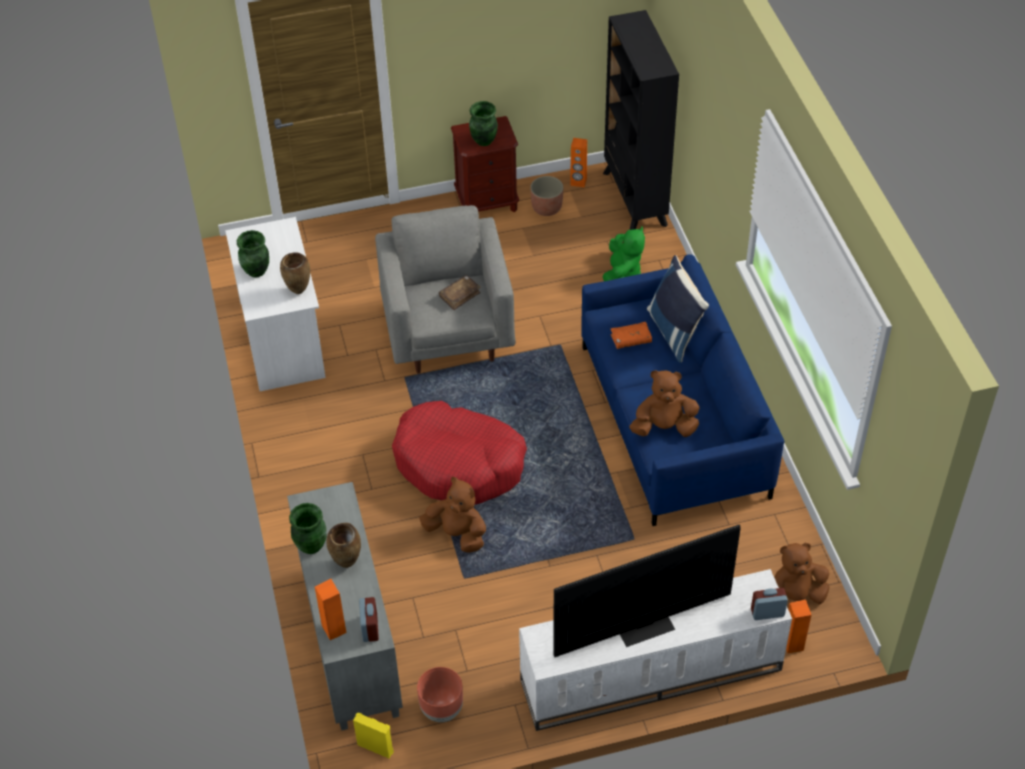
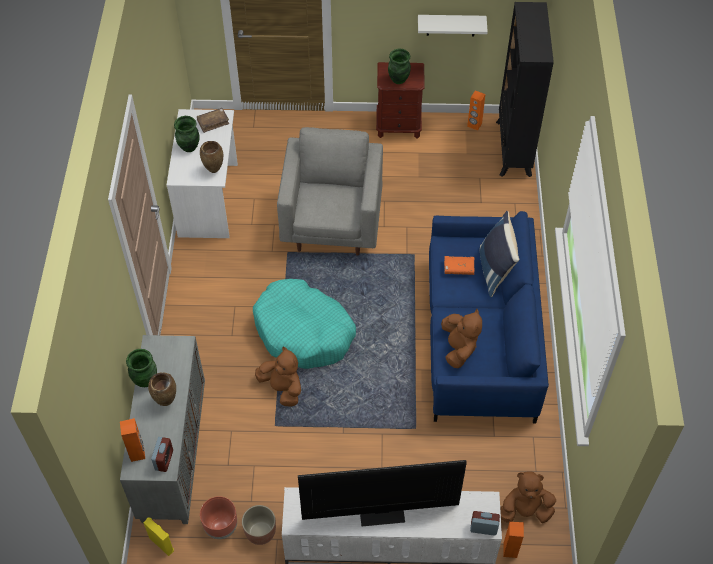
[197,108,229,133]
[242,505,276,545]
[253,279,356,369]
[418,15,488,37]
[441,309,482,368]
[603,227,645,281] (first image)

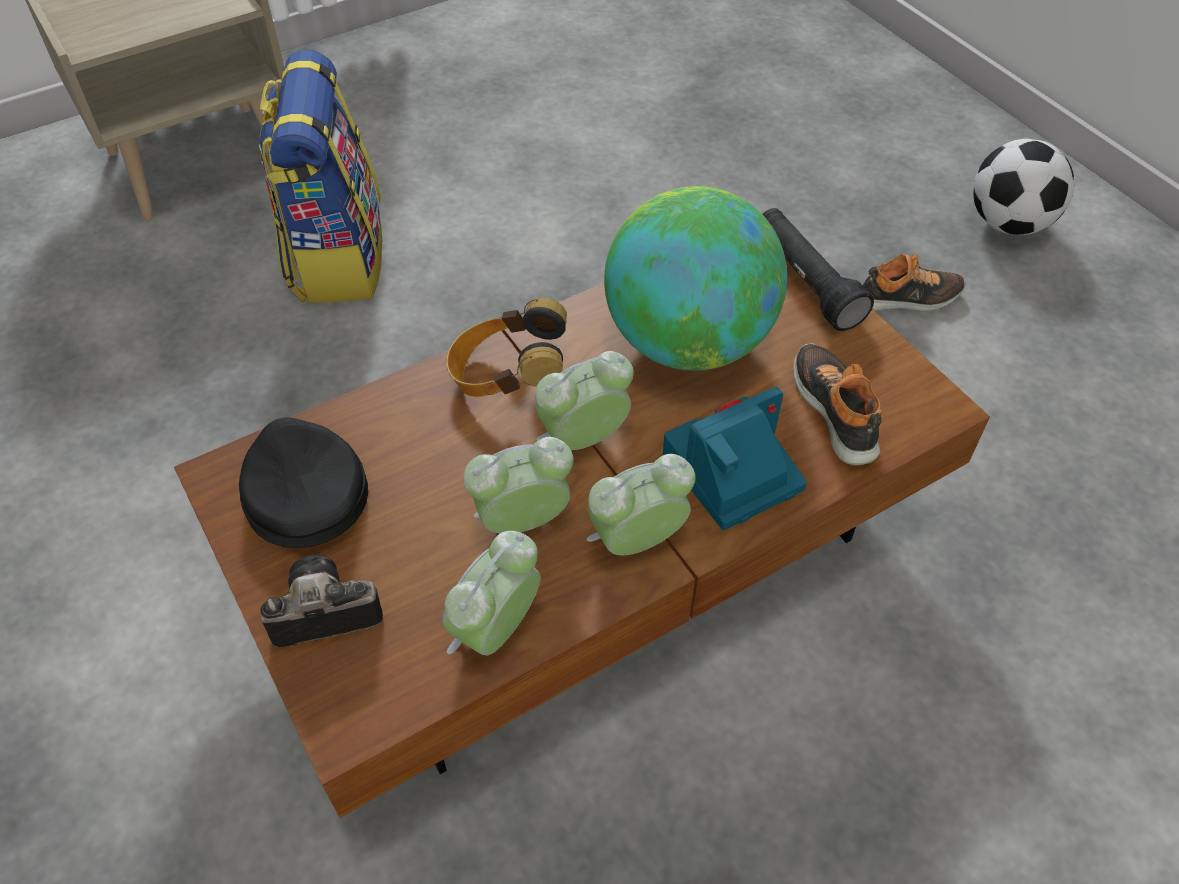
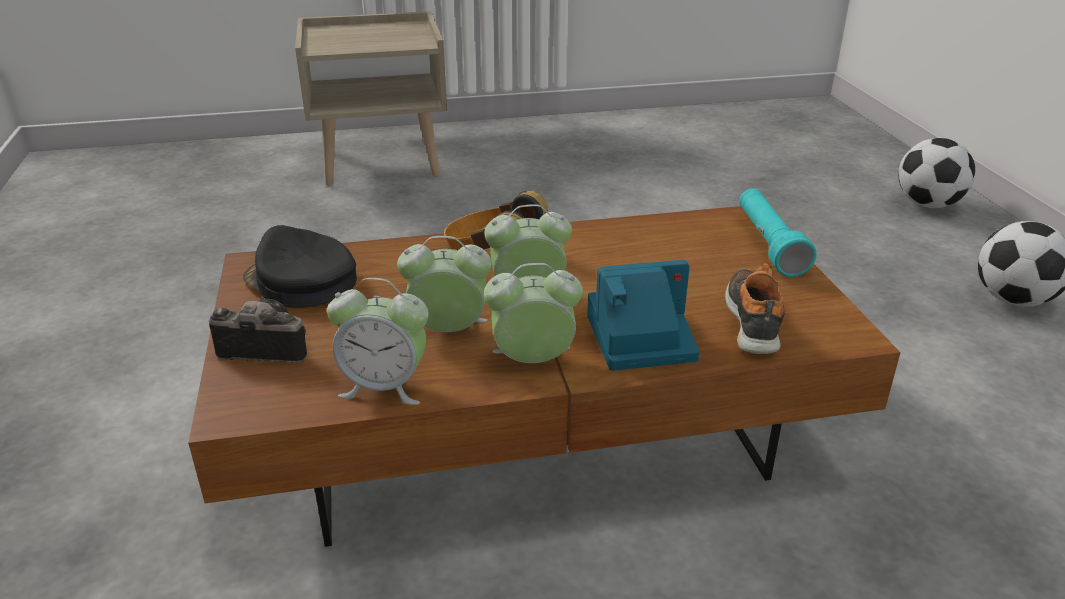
[243,225,357,308]
[327,278,429,405]
[739,188,817,277]
[898,138,975,208]
[259,50,382,303] (first image)
[604,186,787,371] (first image)
[863,254,966,311] (first image)

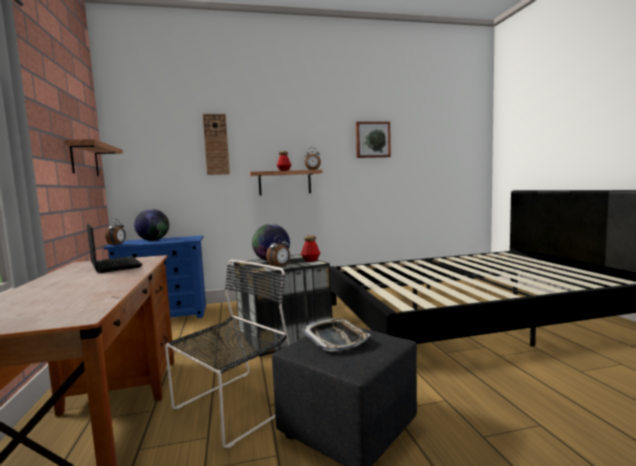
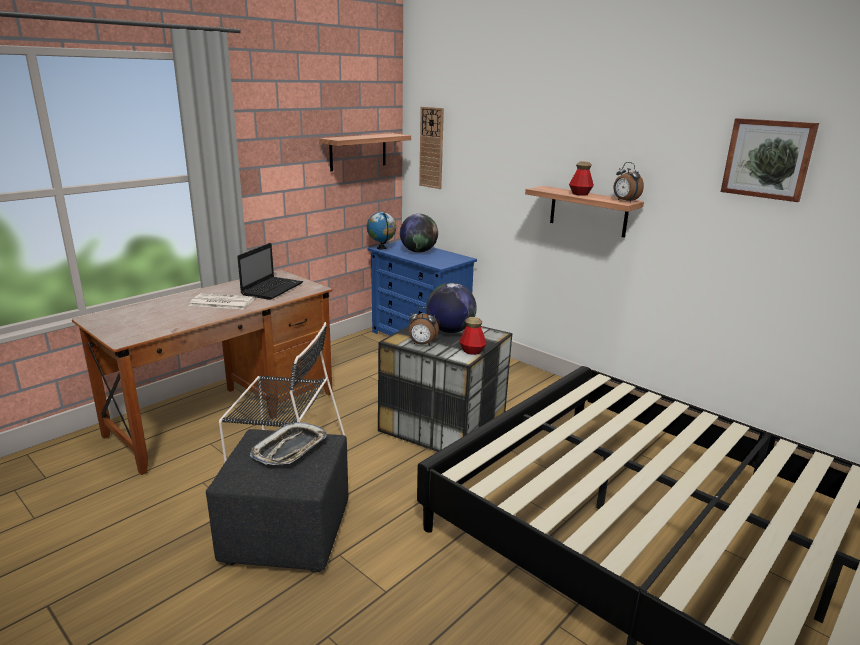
[189,293,255,309]
[367,212,396,249]
[419,107,444,189]

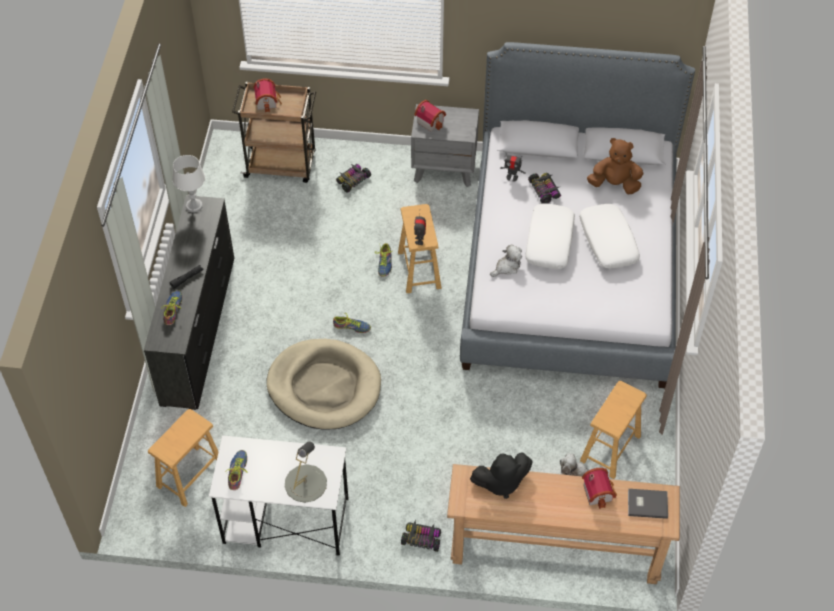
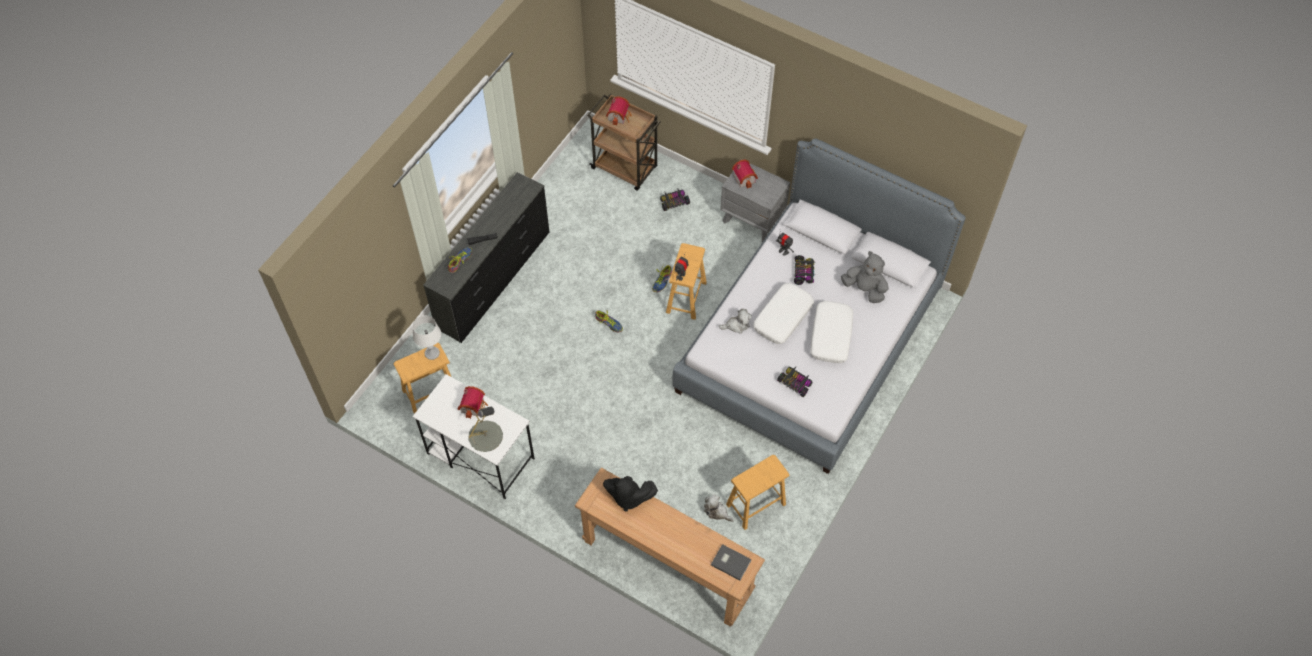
[412,315,441,360]
[458,386,488,419]
[777,367,812,397]
[841,251,888,303]
[226,450,248,490] (first image)
[266,339,381,430] (first image)

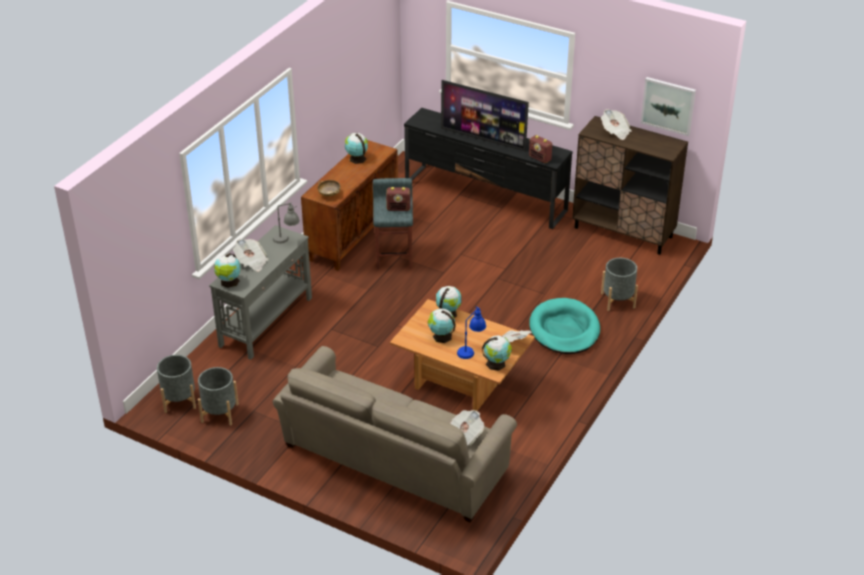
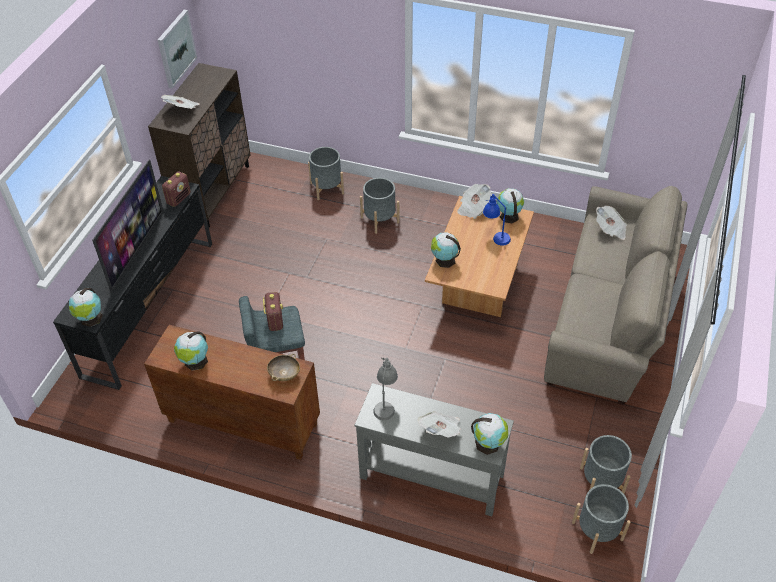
[69,288,103,327]
[360,178,399,234]

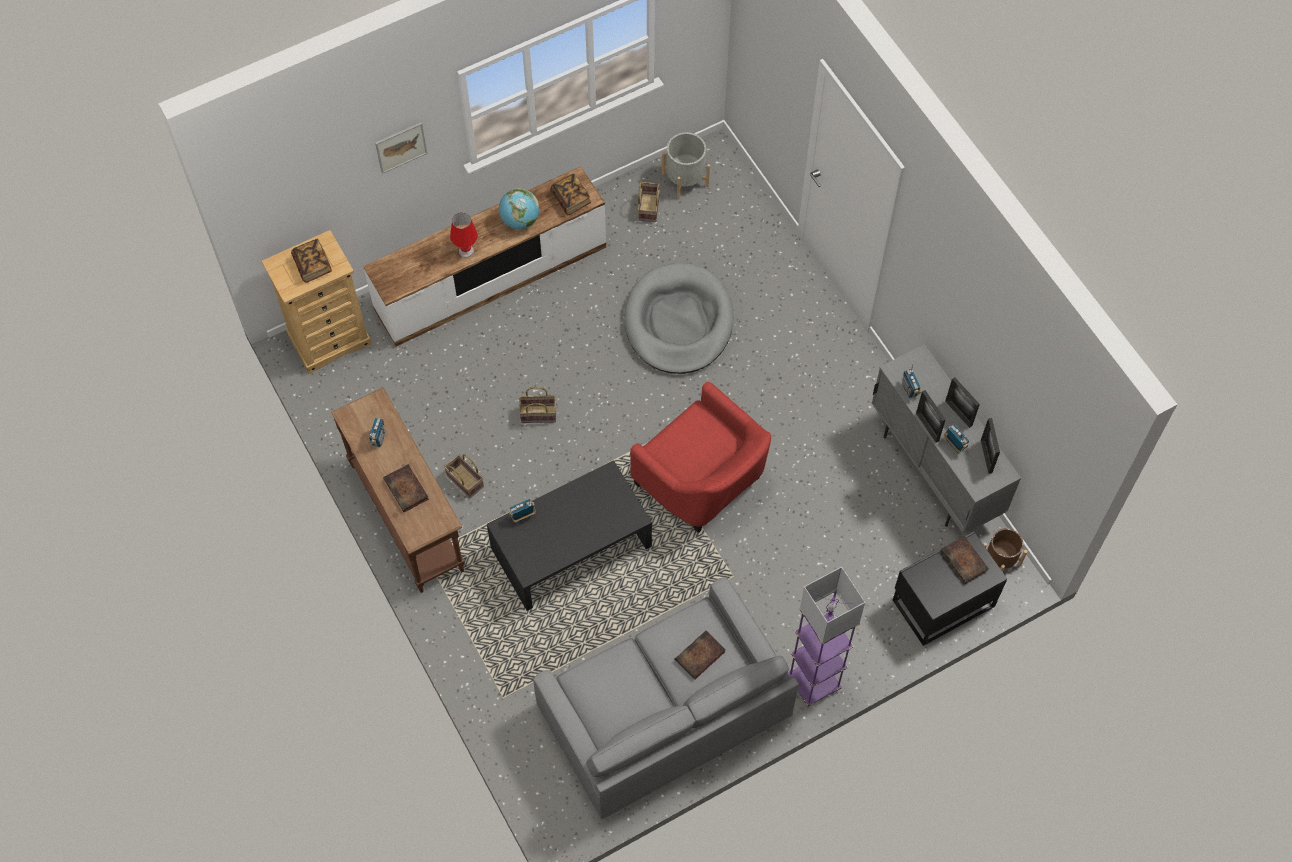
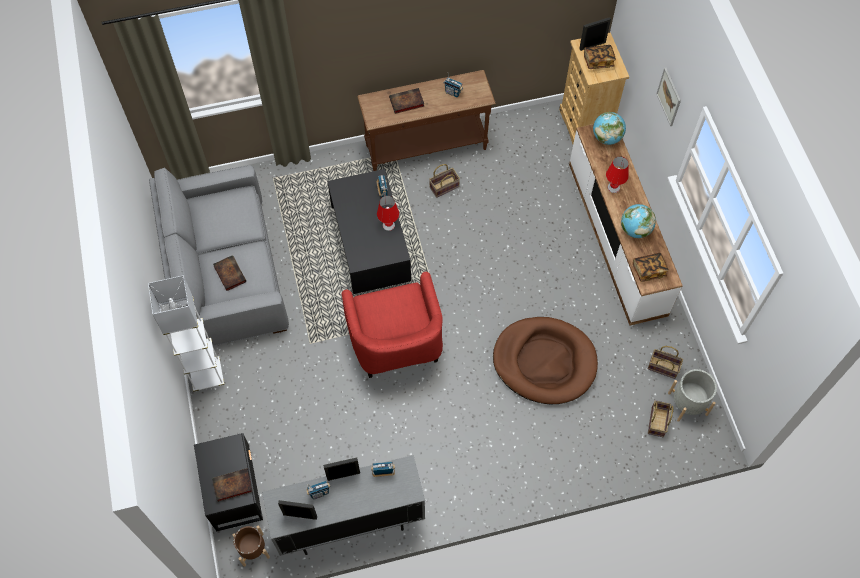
[148,275,224,392]
[342,272,443,378]
[377,196,399,231]
[493,317,598,404]
[579,17,611,51]
[593,112,626,145]
[648,400,673,437]

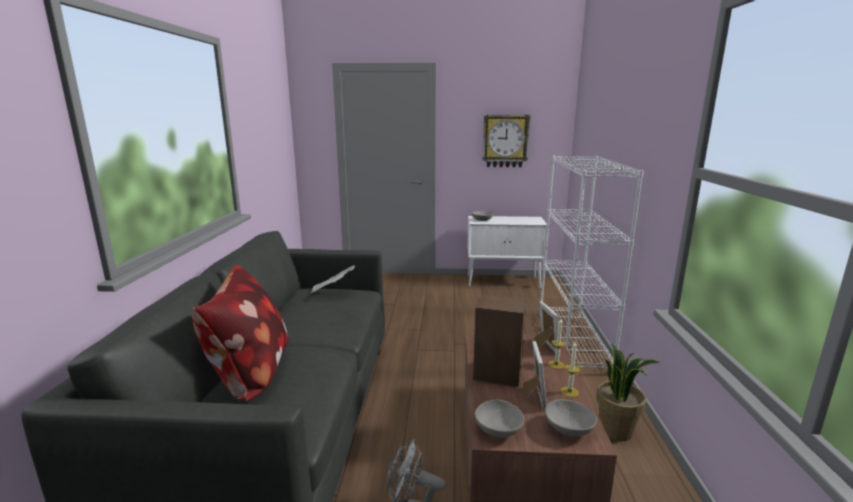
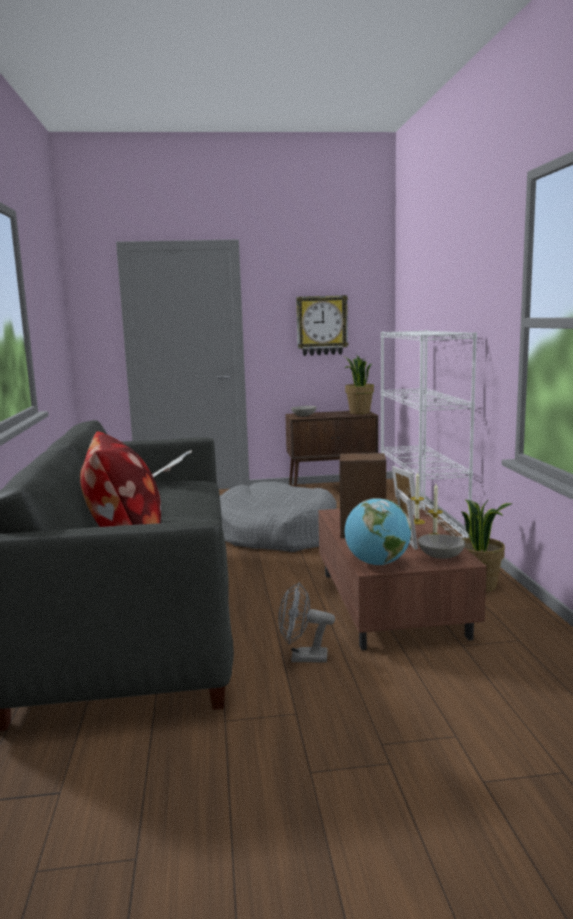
[220,481,337,552]
[285,411,378,487]
[344,355,374,414]
[345,498,411,565]

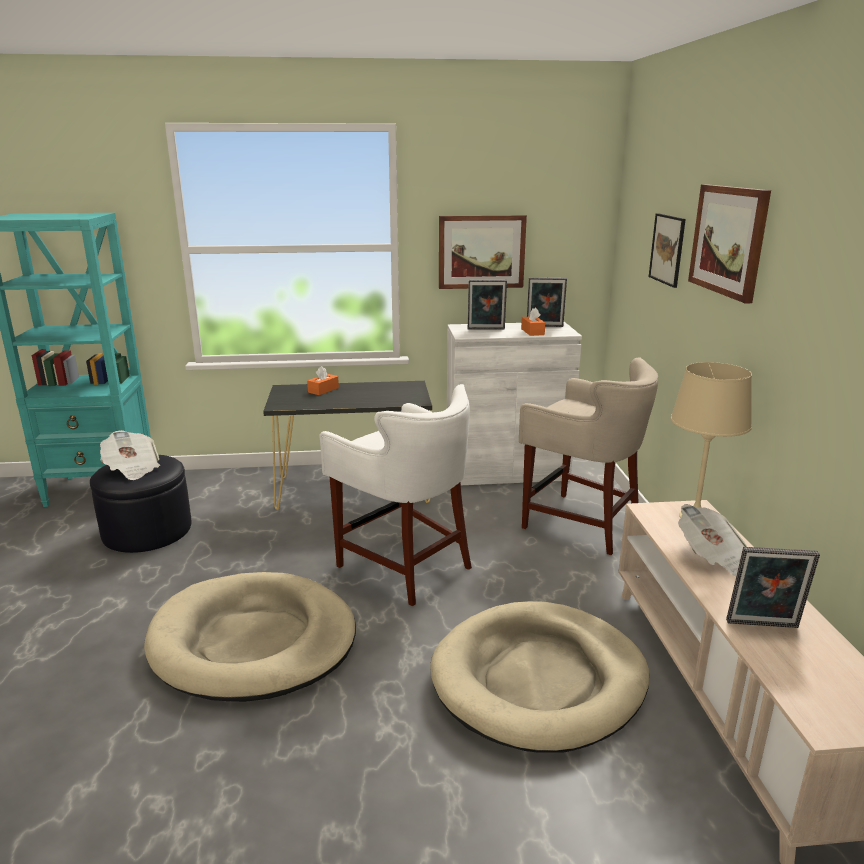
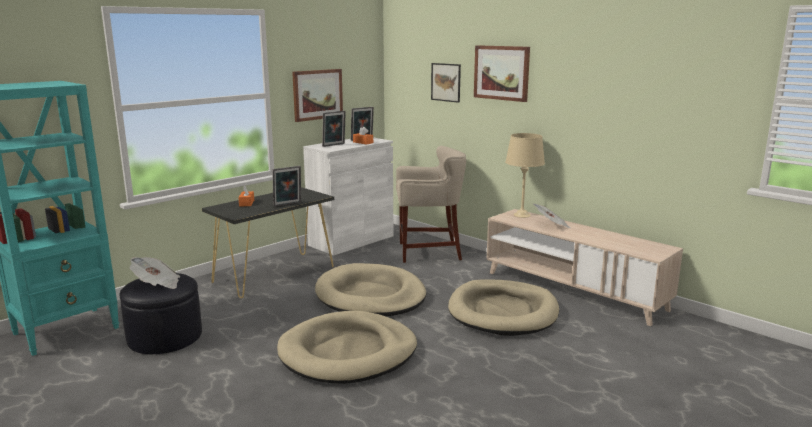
[272,166,301,207]
[315,263,426,316]

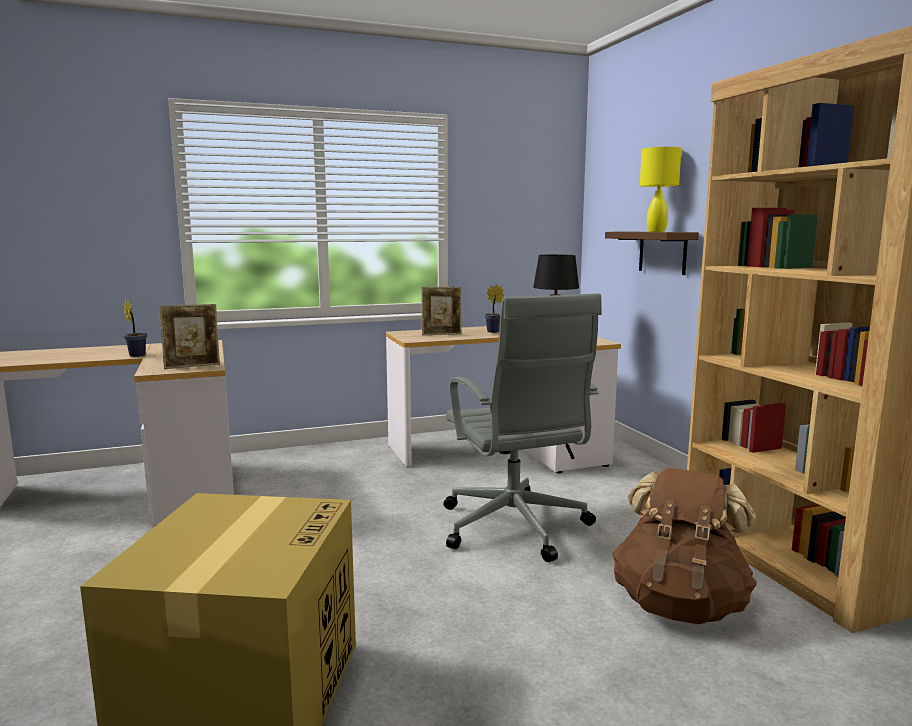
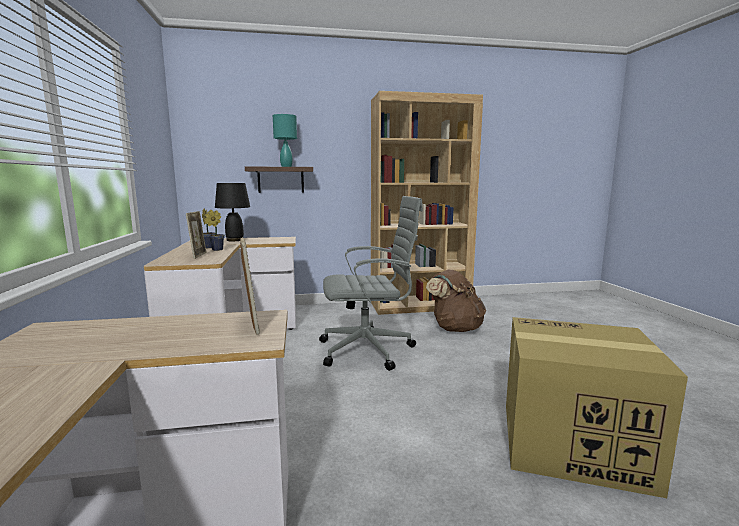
[205,210,225,251]
[273,114,297,167]

